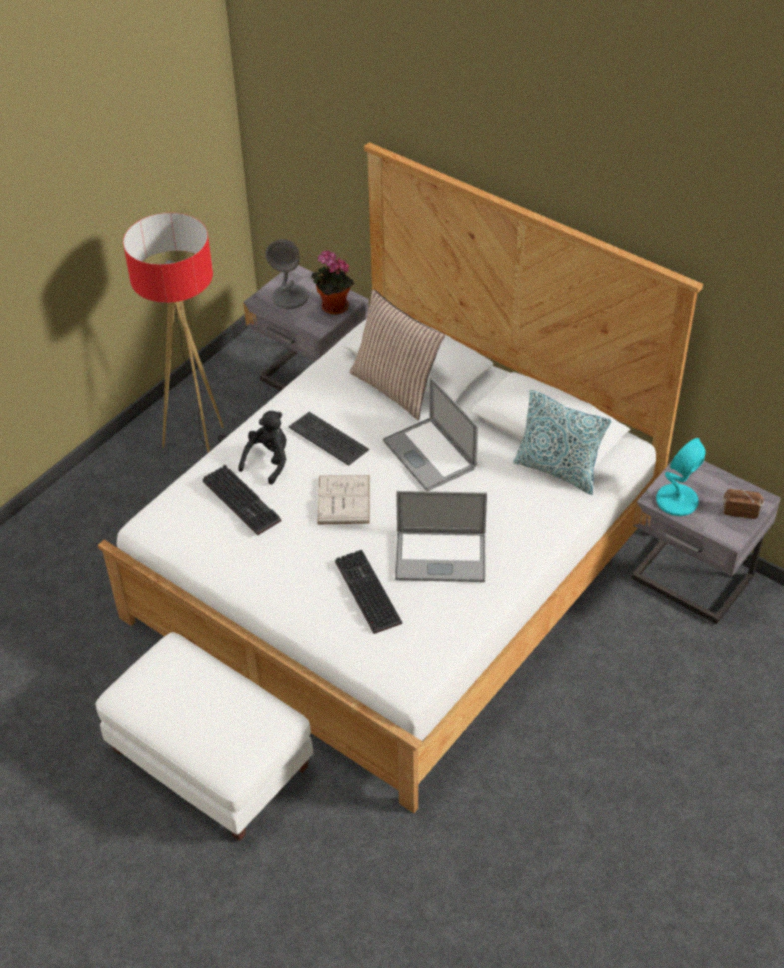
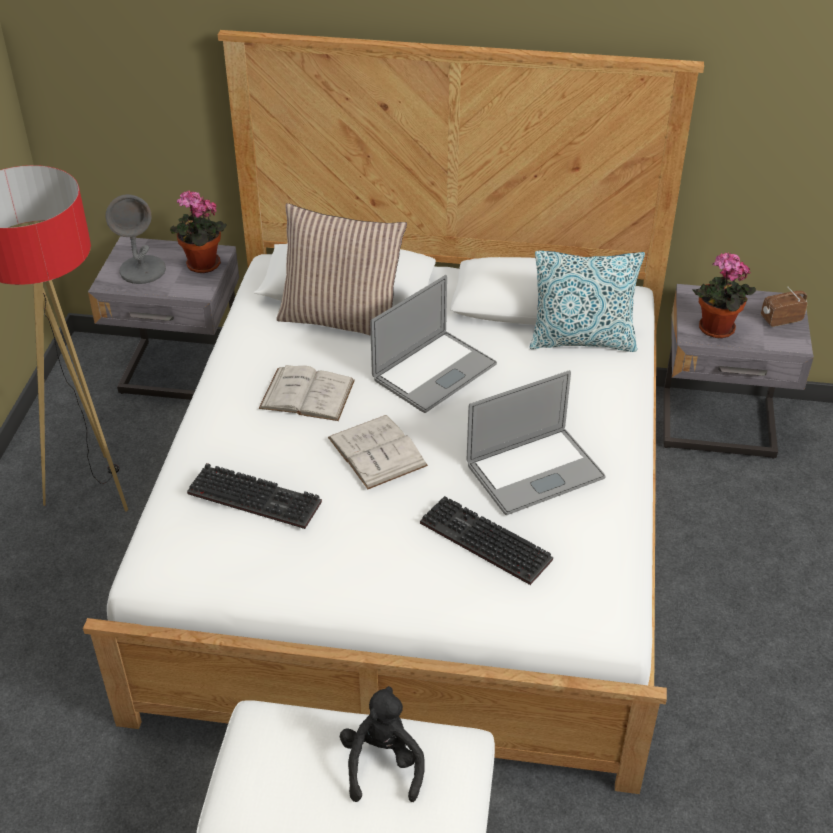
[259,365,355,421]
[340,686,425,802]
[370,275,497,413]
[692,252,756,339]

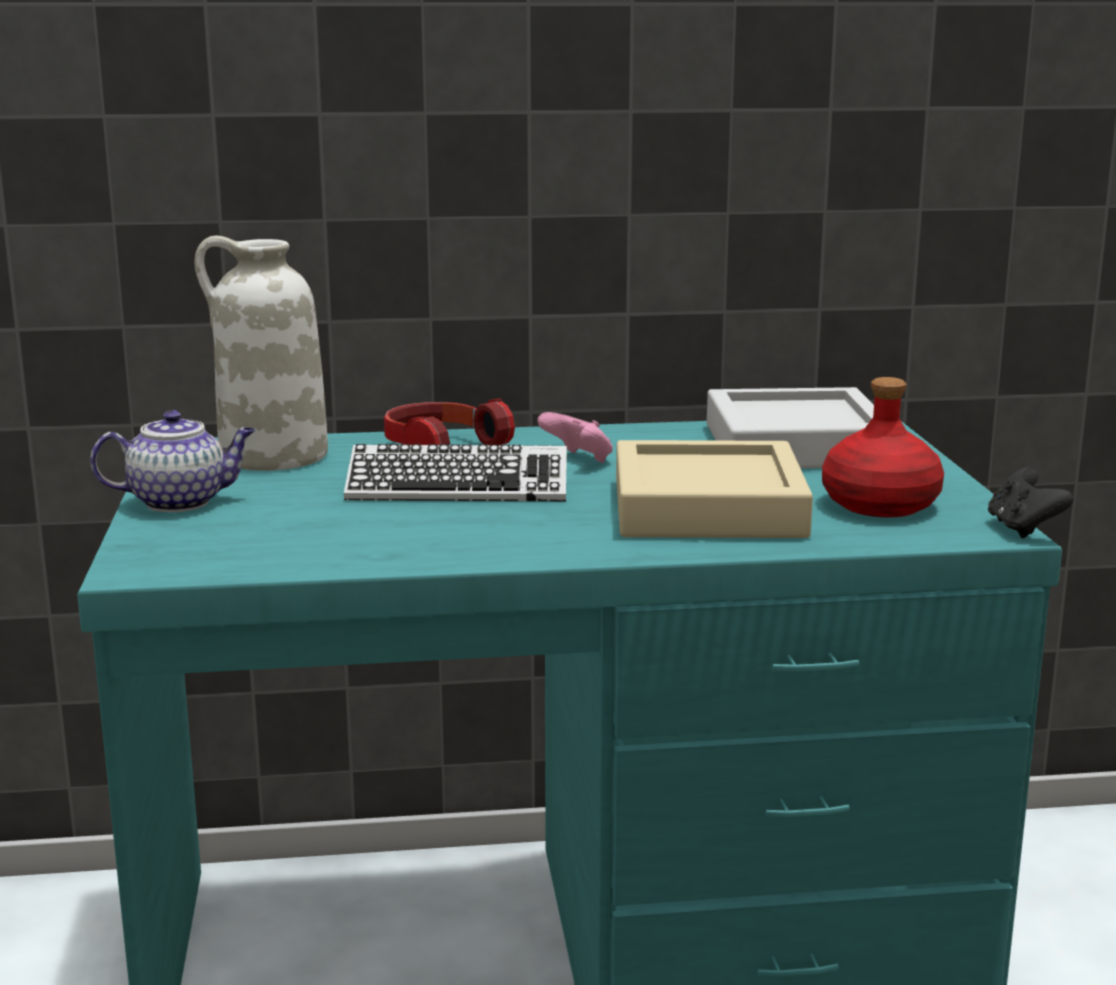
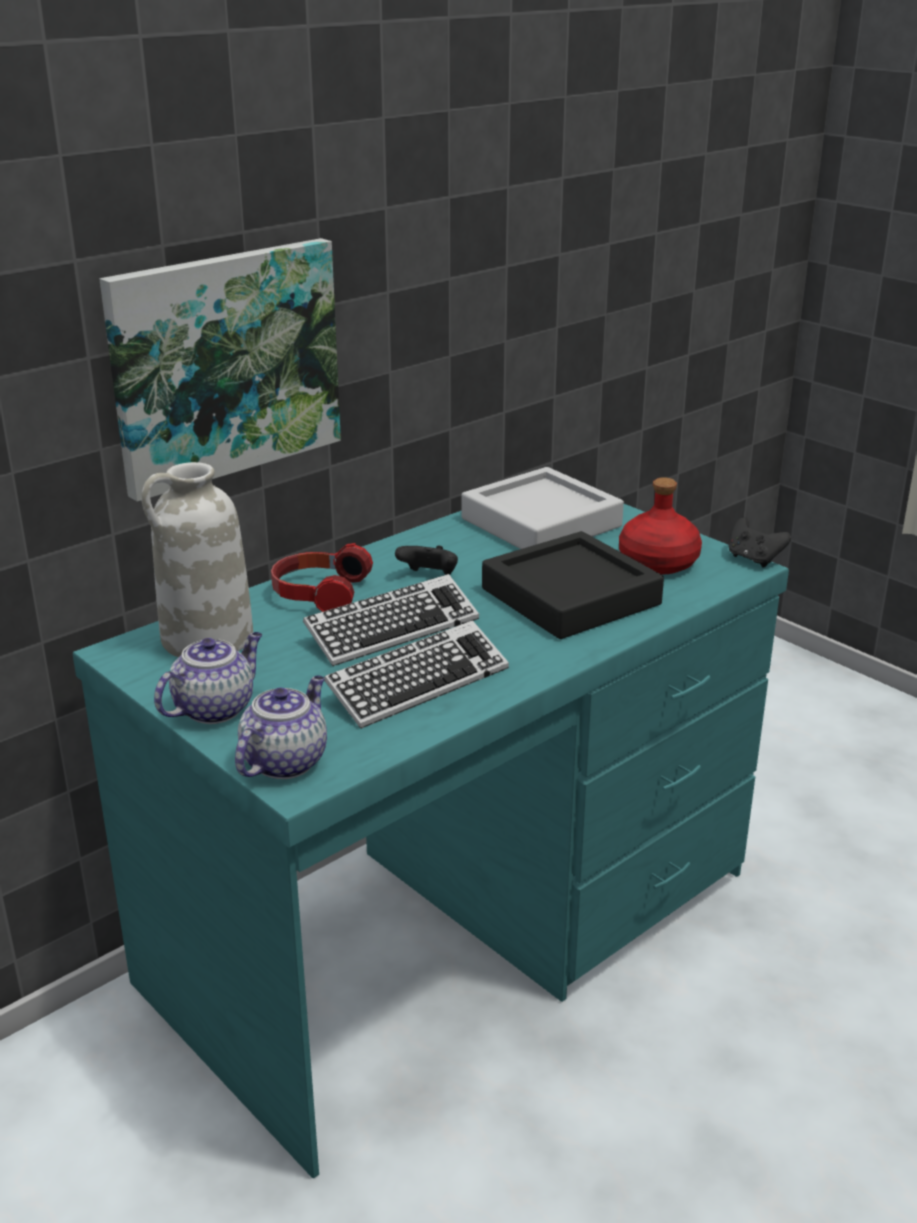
[99,238,341,502]
[235,675,327,779]
[324,620,509,729]
[395,545,458,575]
[482,531,664,639]

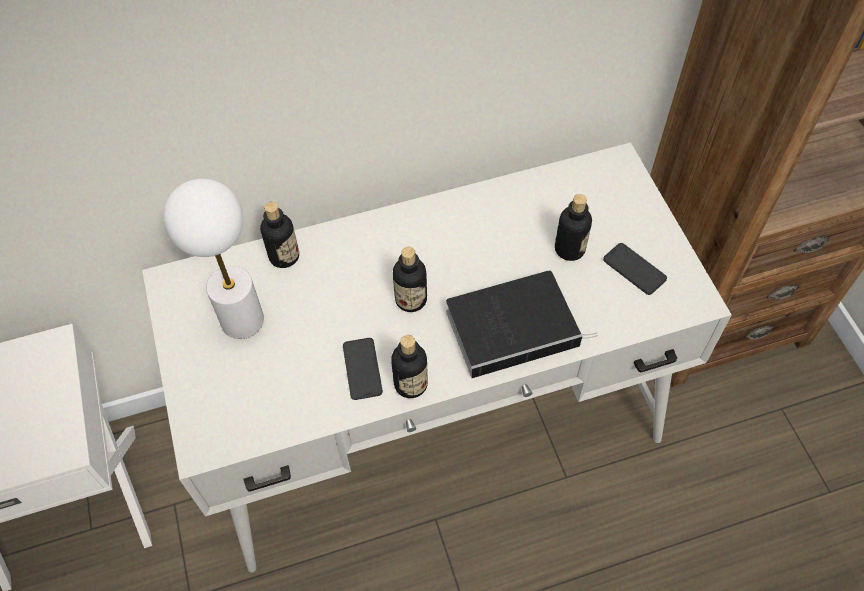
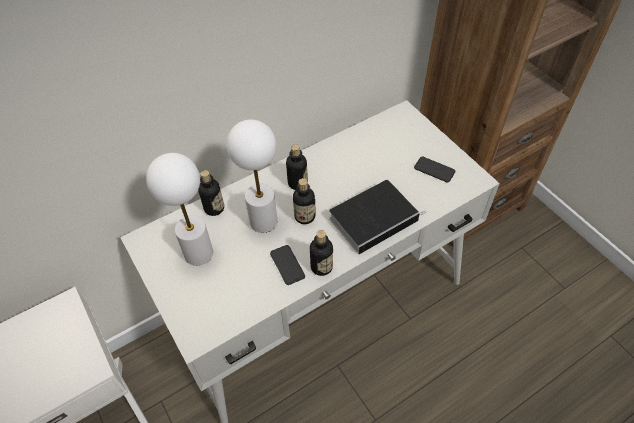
[226,120,277,233]
[286,144,308,190]

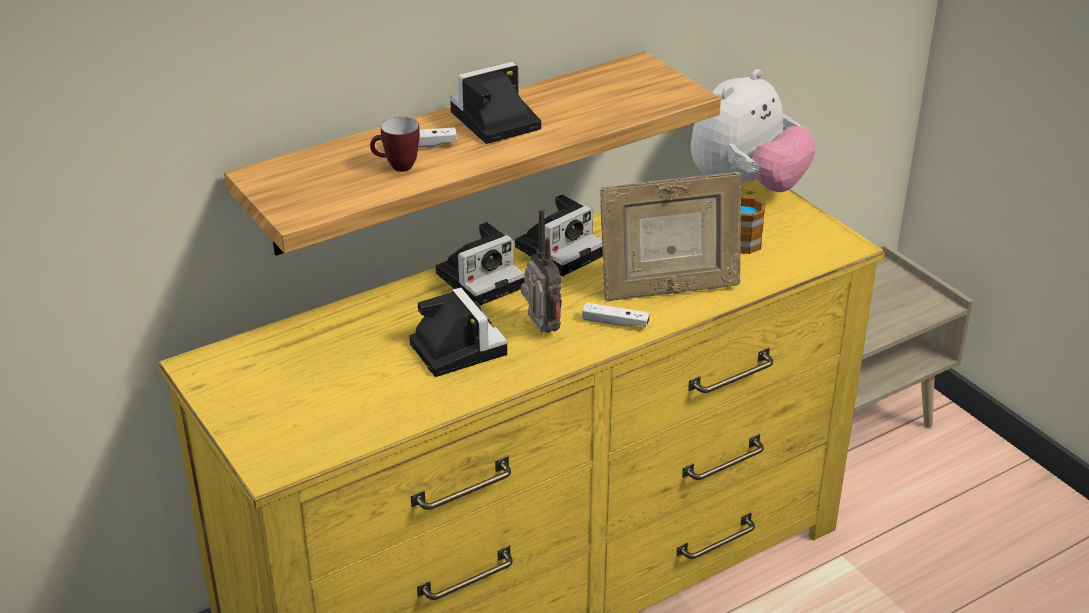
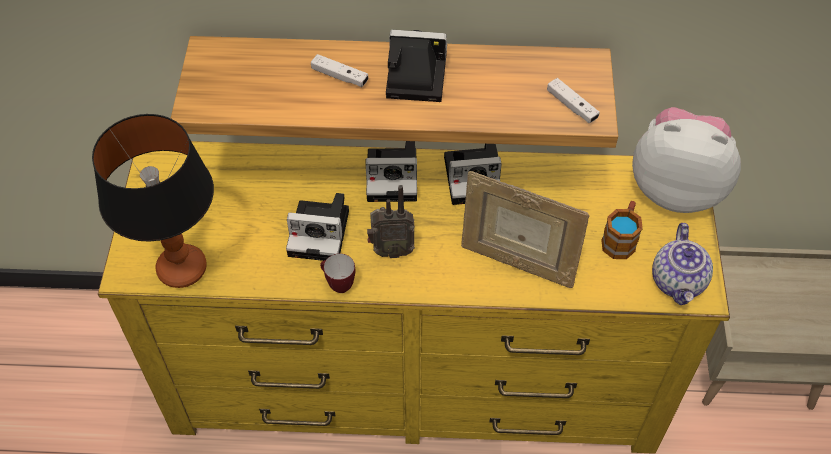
[92,114,214,288]
[286,193,349,261]
[320,254,355,293]
[367,185,415,258]
[547,78,600,123]
[632,107,741,213]
[652,223,713,305]

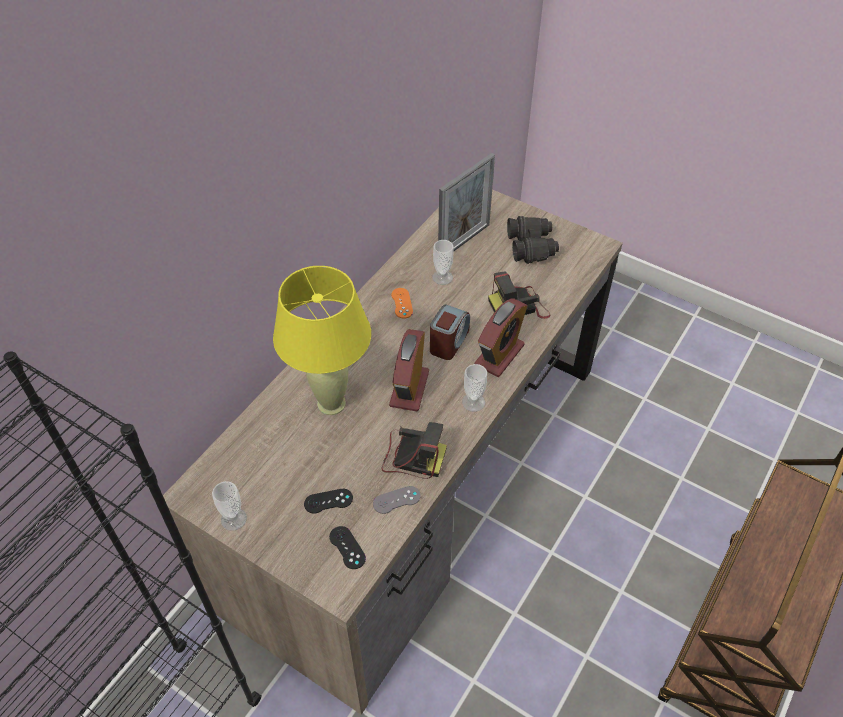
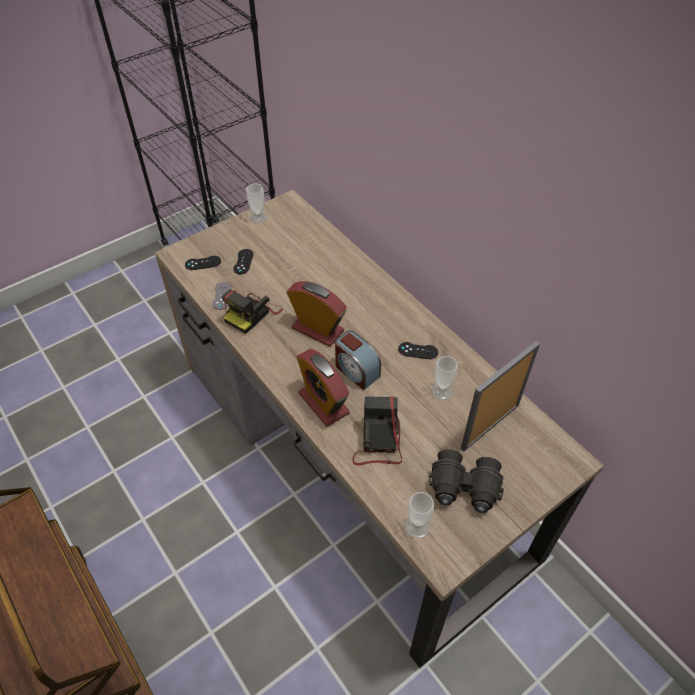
[398,342,438,359]
[405,492,434,538]
[461,341,540,451]
[273,266,371,415] (first image)

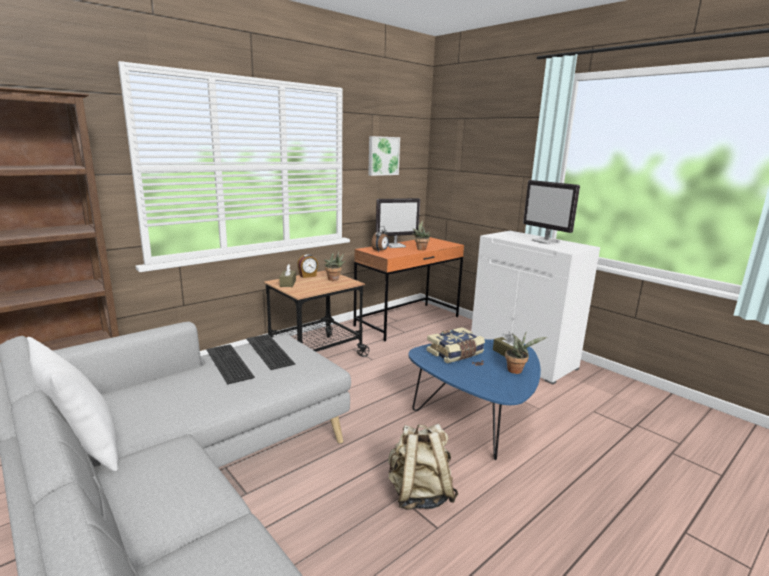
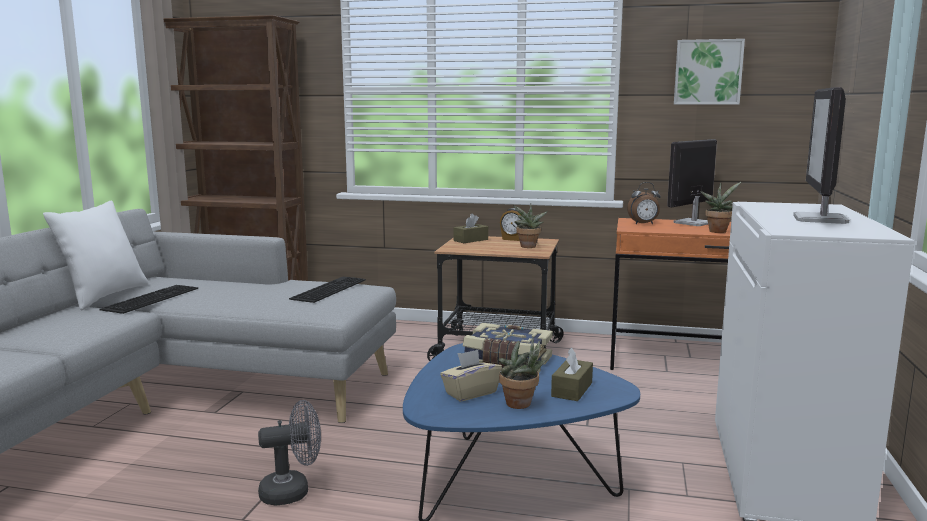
[99,285,198,314]
[258,400,321,506]
[440,350,502,401]
[667,139,717,226]

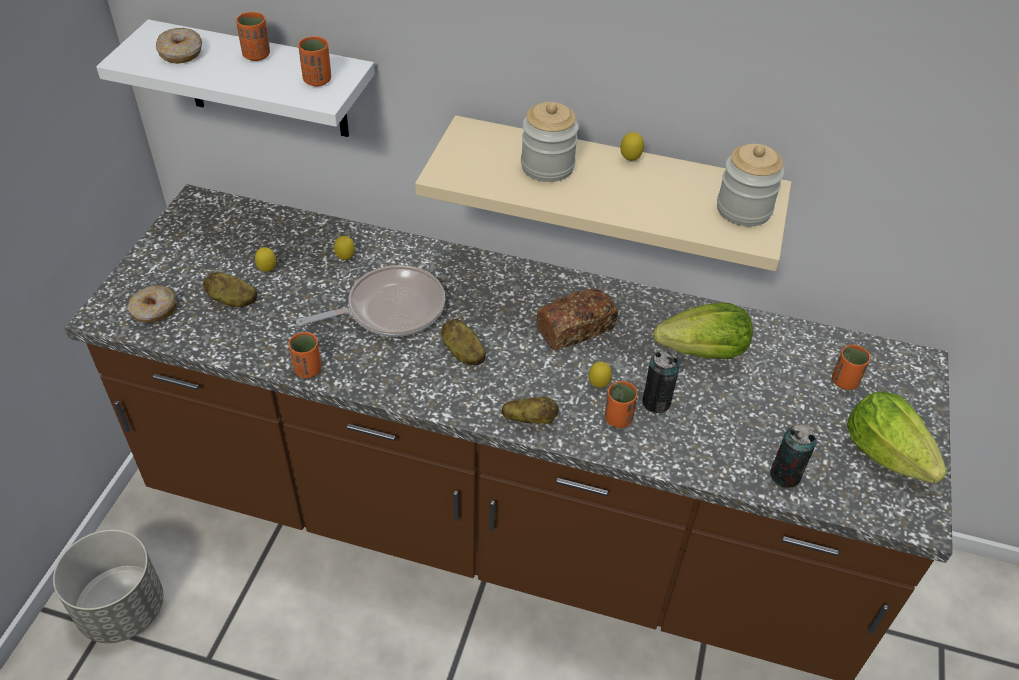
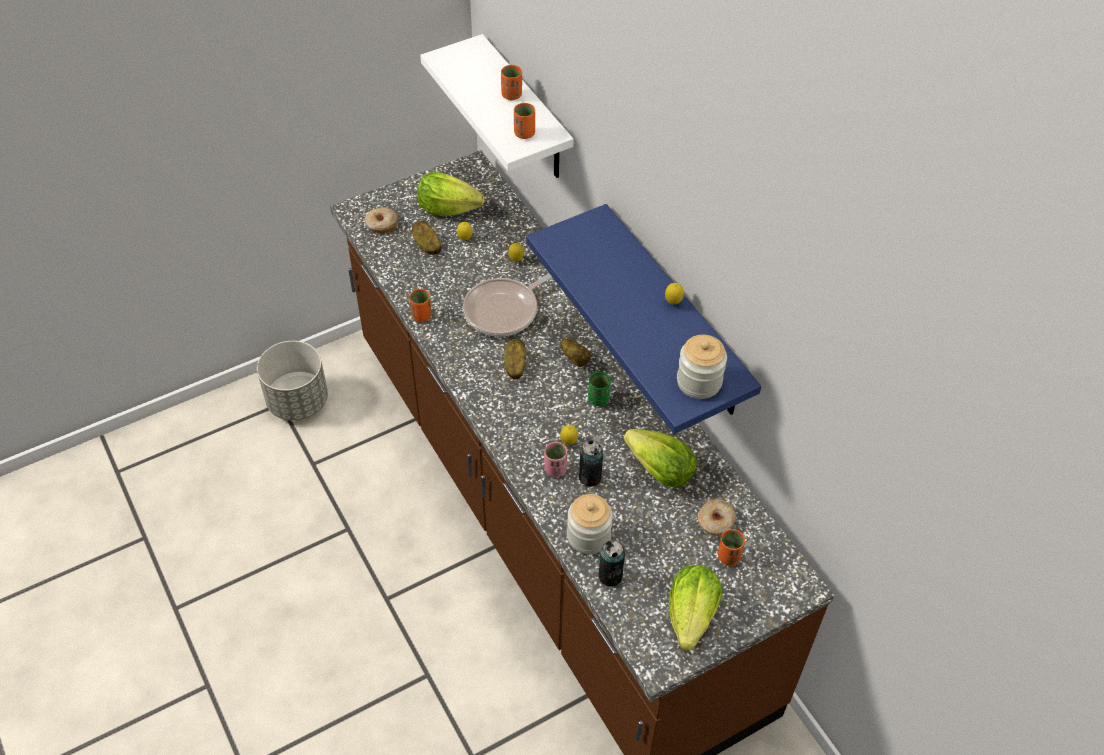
[417,172,485,216]
[463,273,552,336]
[526,204,761,434]
[544,442,567,477]
[560,339,591,367]
[567,494,613,554]
[588,372,611,406]
[697,499,736,536]

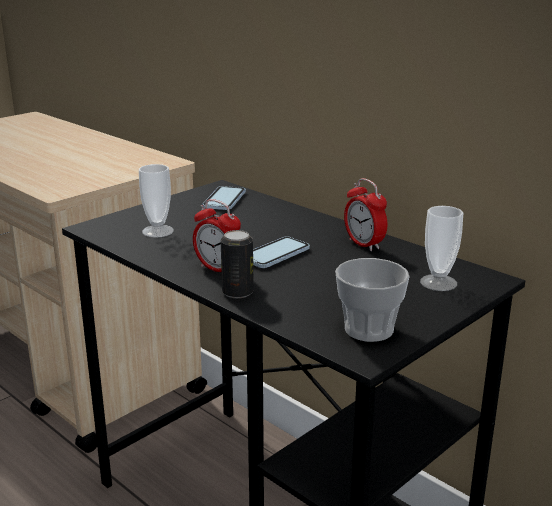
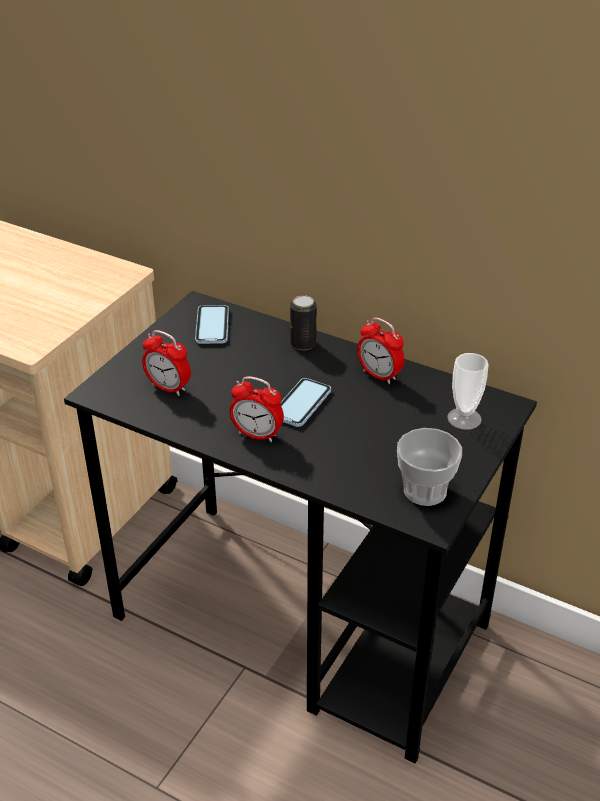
[142,330,191,396]
[290,295,317,350]

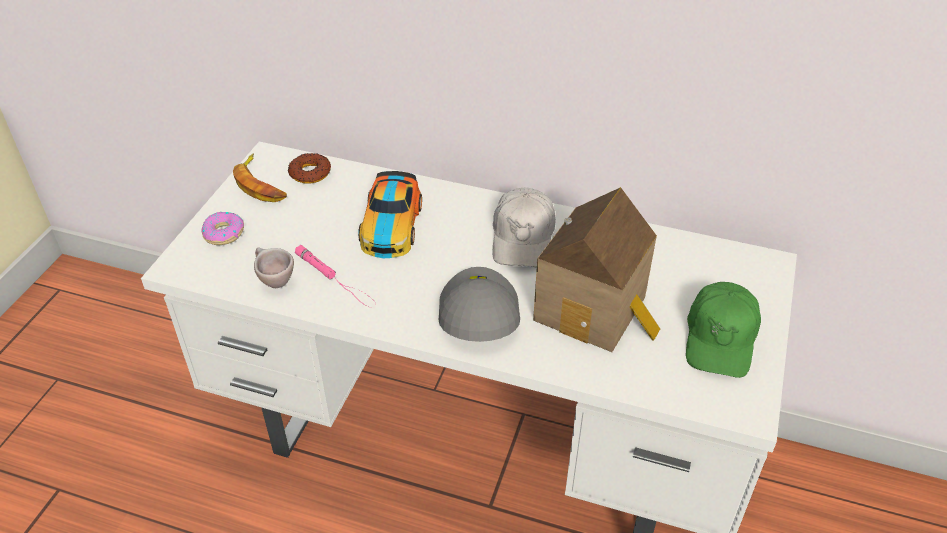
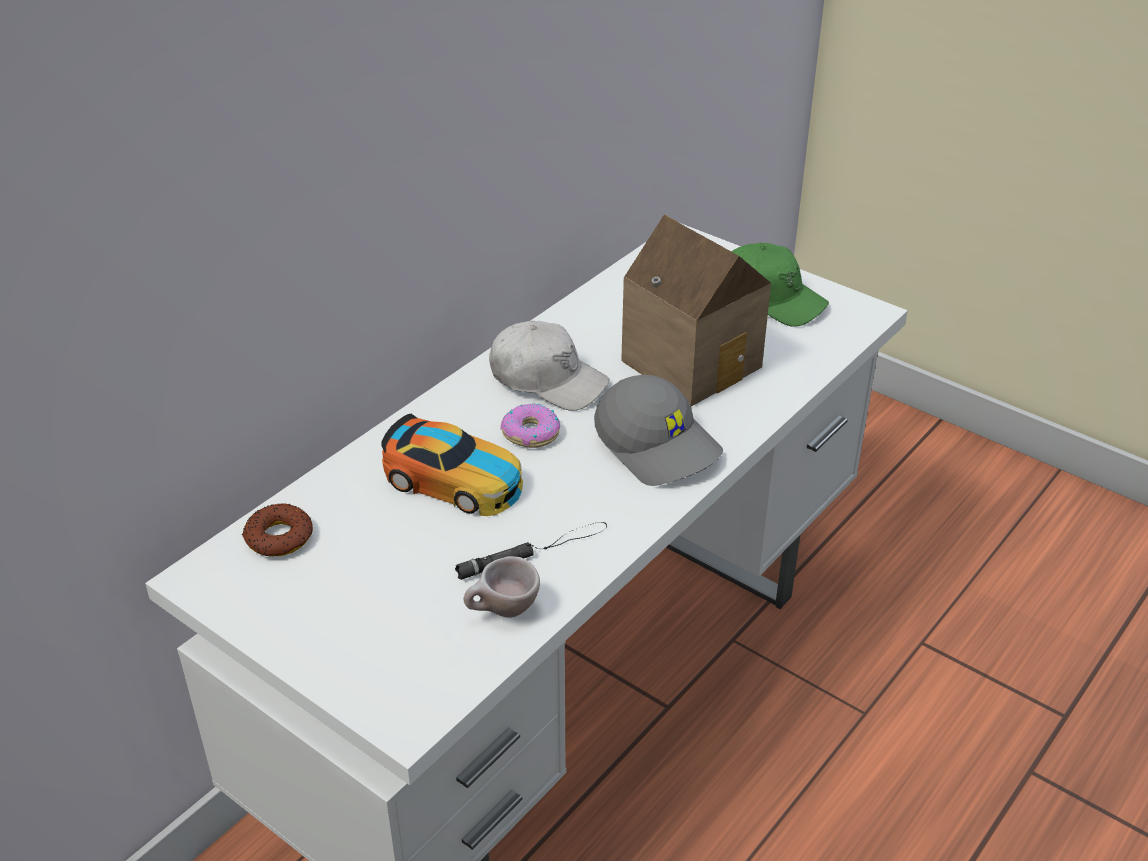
[455,522,607,580]
[500,403,560,448]
[594,375,723,486]
[233,153,287,202] (first image)

